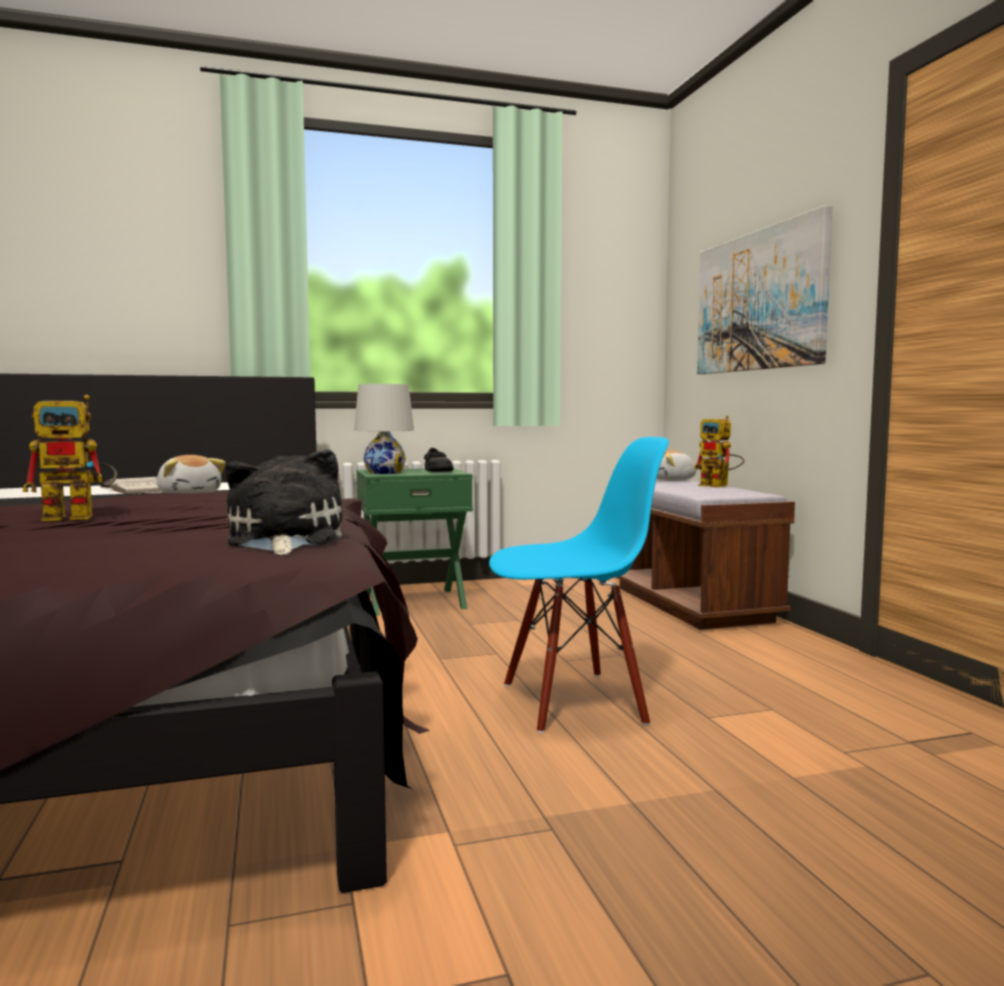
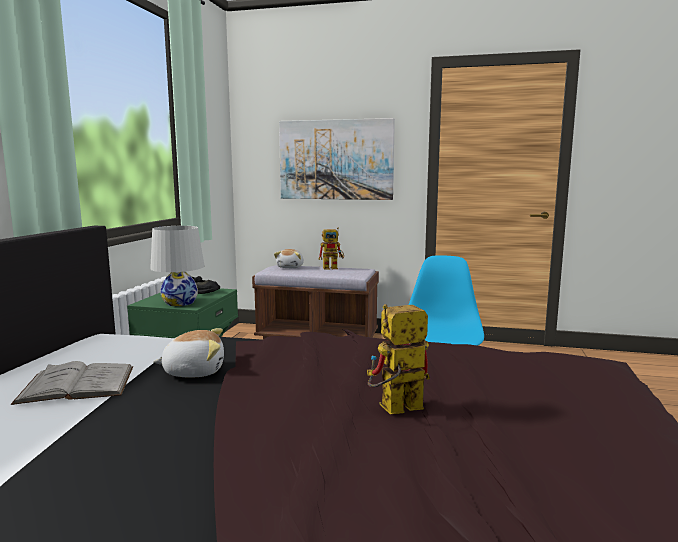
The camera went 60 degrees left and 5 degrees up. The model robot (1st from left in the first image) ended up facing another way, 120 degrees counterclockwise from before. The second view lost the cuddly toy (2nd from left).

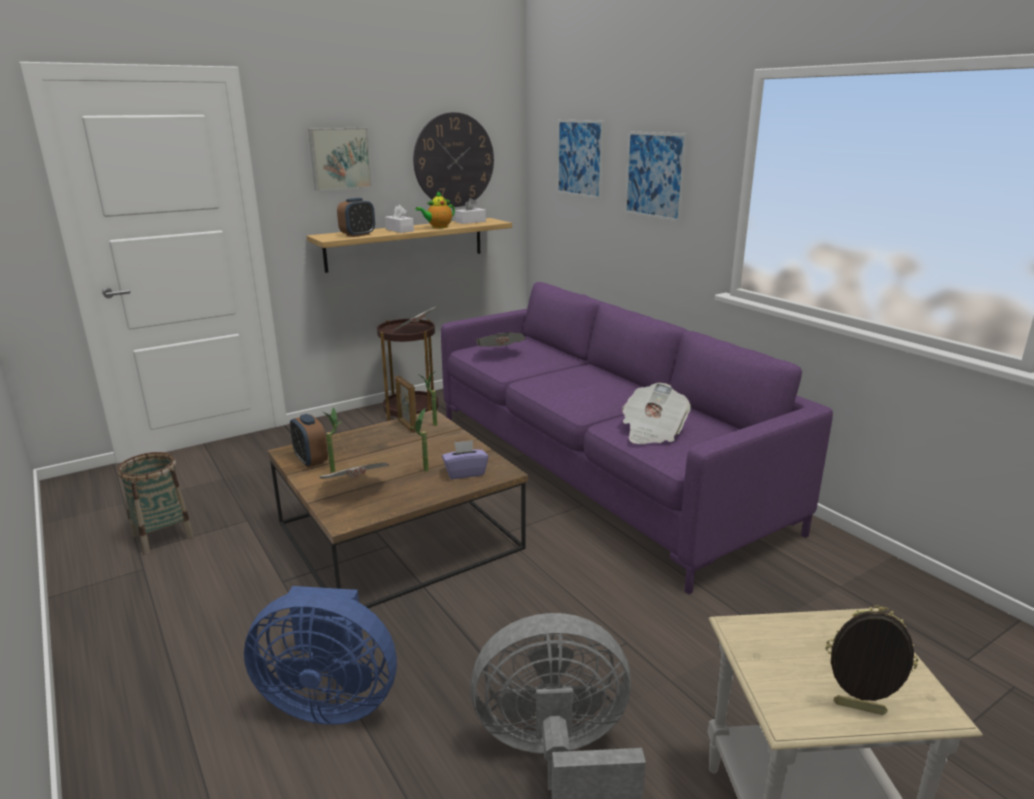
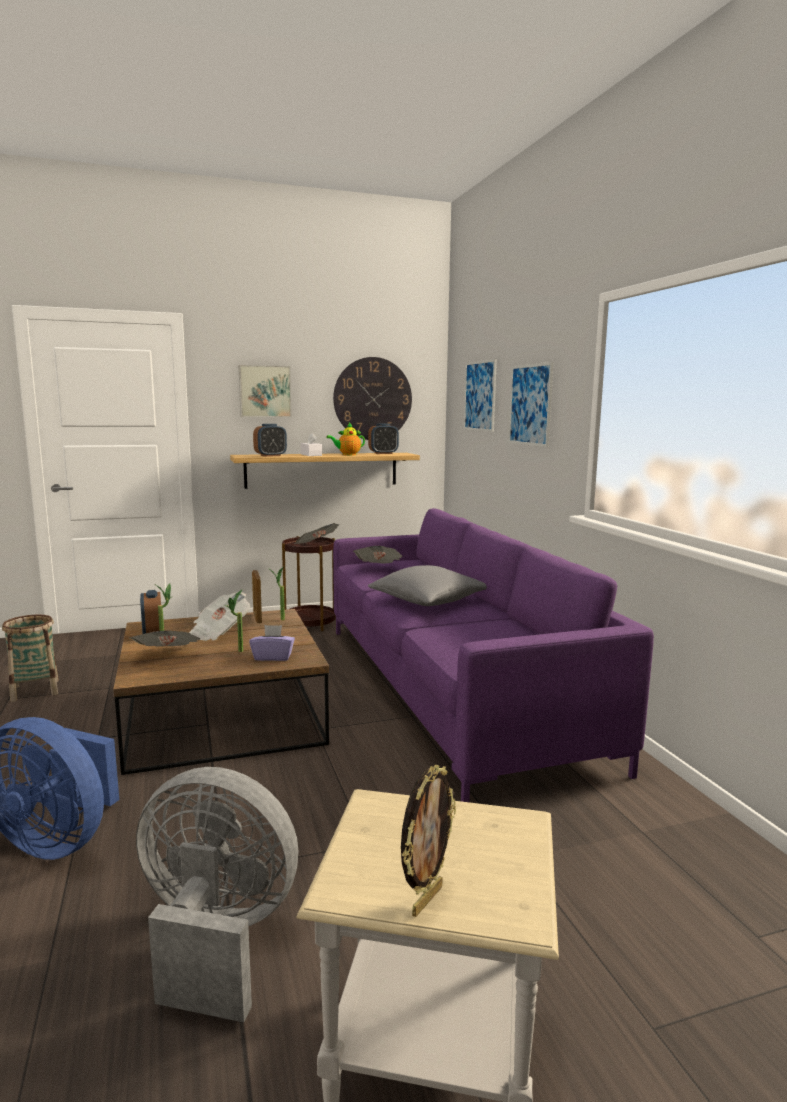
The camera went 15 degrees right and 10 degrees down. Where the white tissue holder (2nd from left) stood, the table clock (3rd from left) came to stand. The daily paper (4th from left in the first image) ended up elsewhere. The photo frame (2nd from left) ended up facing another way, 90 degrees clockwise from before. The second view gained the greyish cushion.

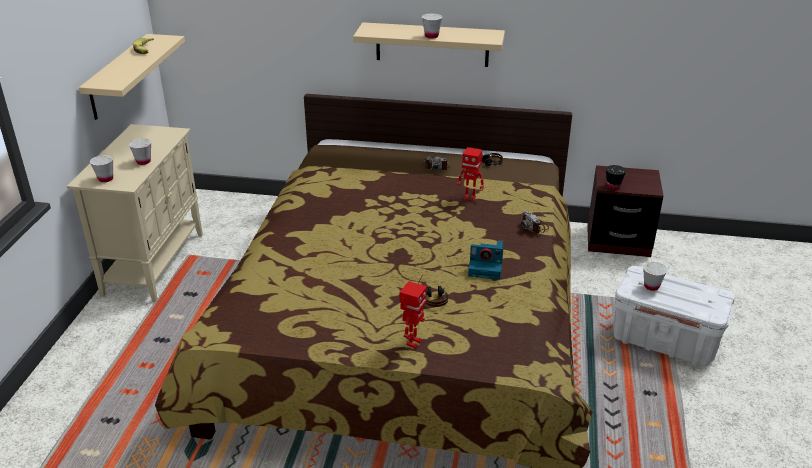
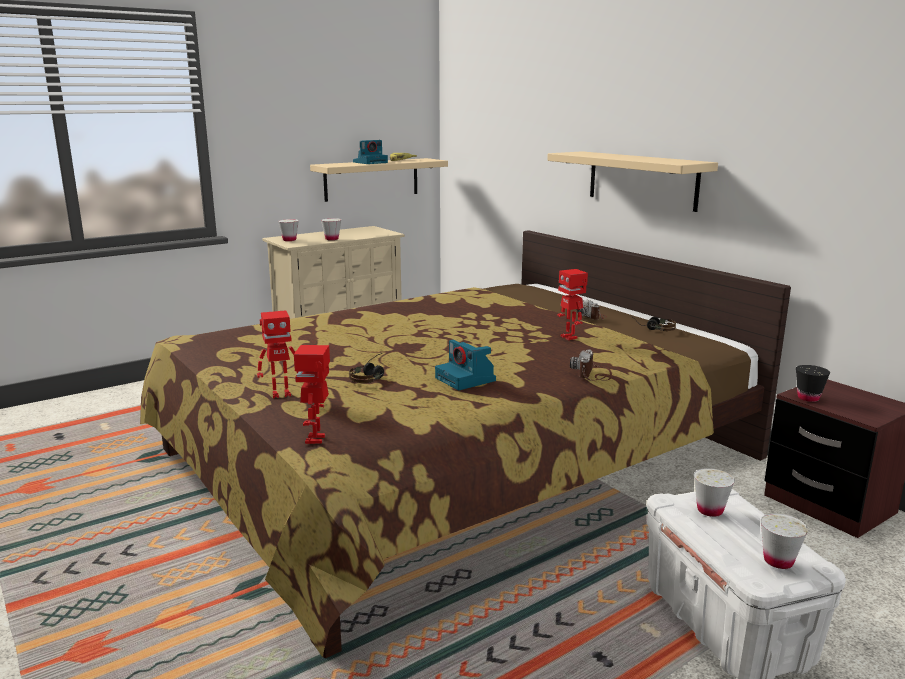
The camera went 45 degrees right and 15 degrees down. The white small cup (3rd from left in the first image) ended up elsewhere. The second view gained the model robot (2nd from left). The second view gained the still camera (1st from left).

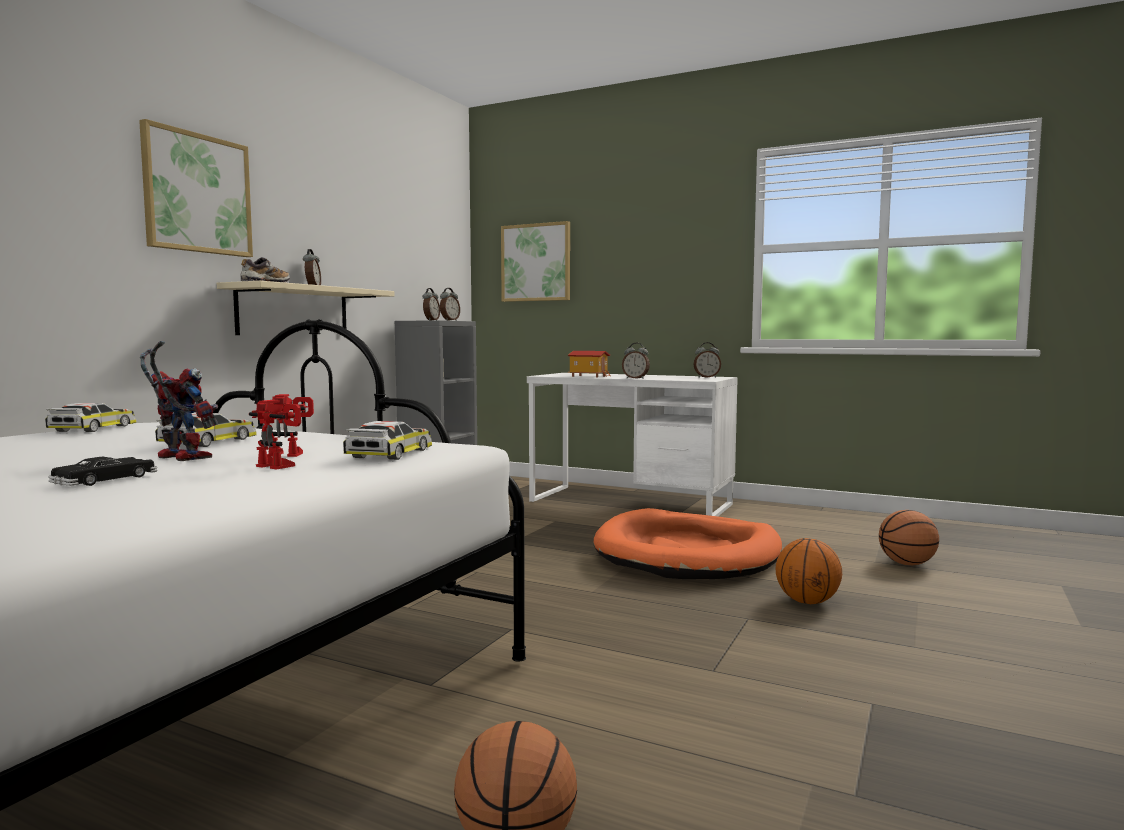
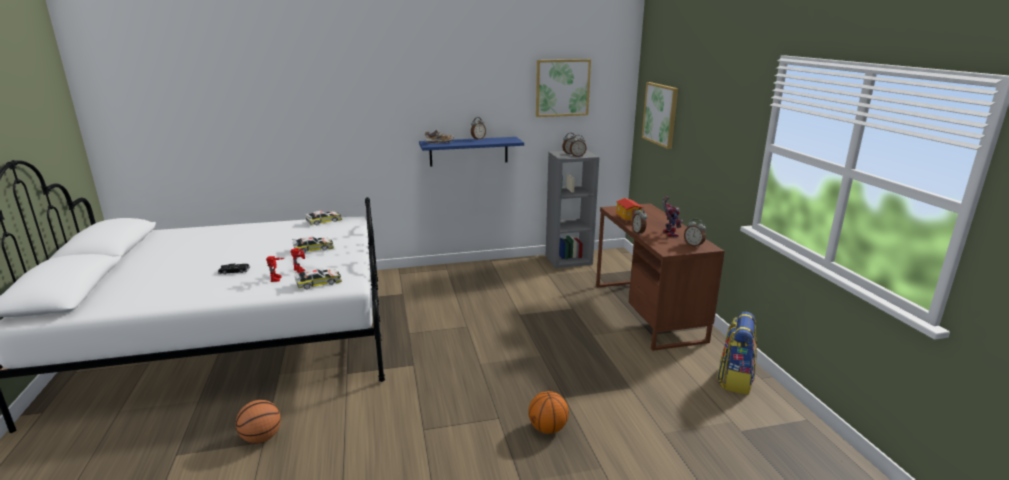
The camera went 50 degrees right and 15 degrees up. The wall picture (1st from left) ended up elsewhere. The model robot (1st from left in the first image) ended up elsewhere. What was the beige-coloured shelf turned into the blue shelf. What was the white desk unit turned into the brown desk unit. The second view lost the orangey pet bed. The second view lost the basketball (3rd from left). The second view gained the backpack.

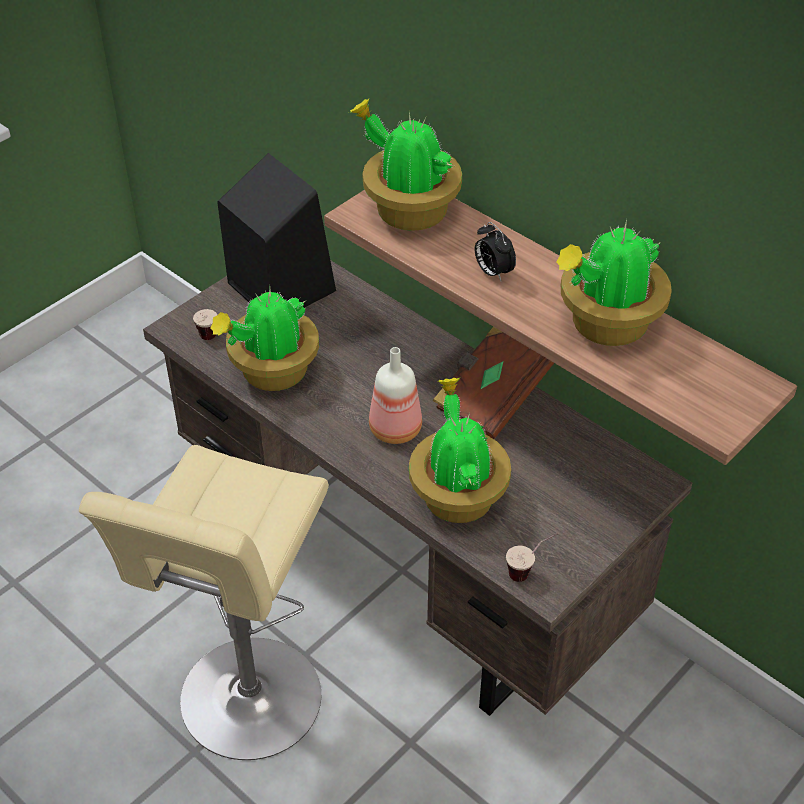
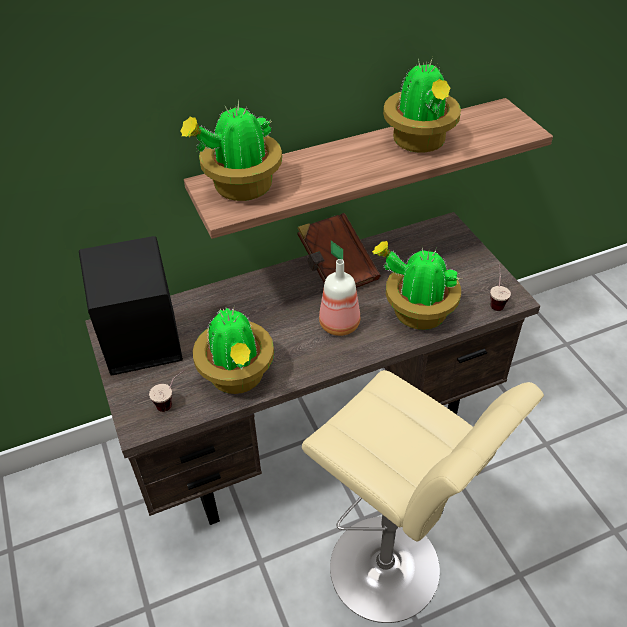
The camera went 65 degrees left and 0 degrees up. The second view lost the table clock.

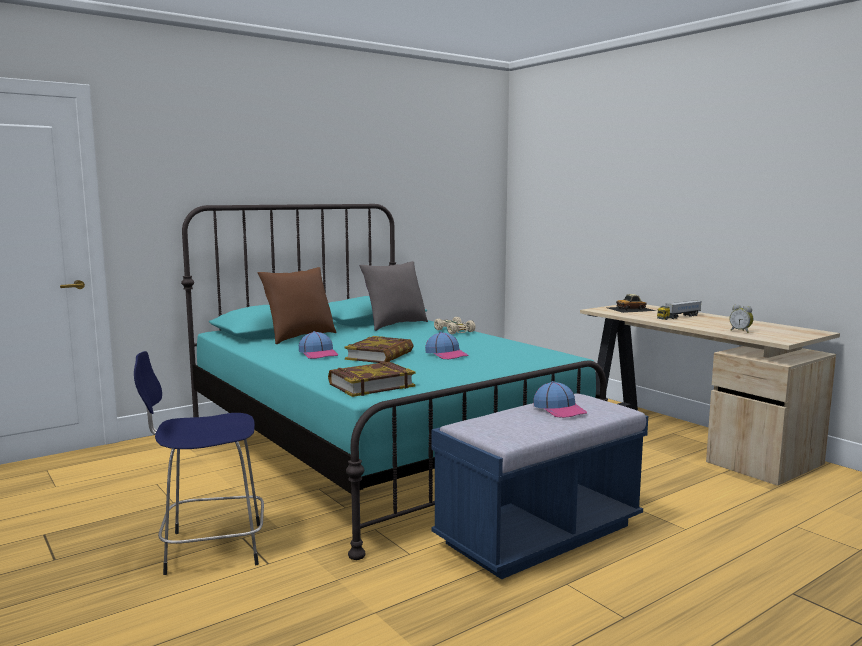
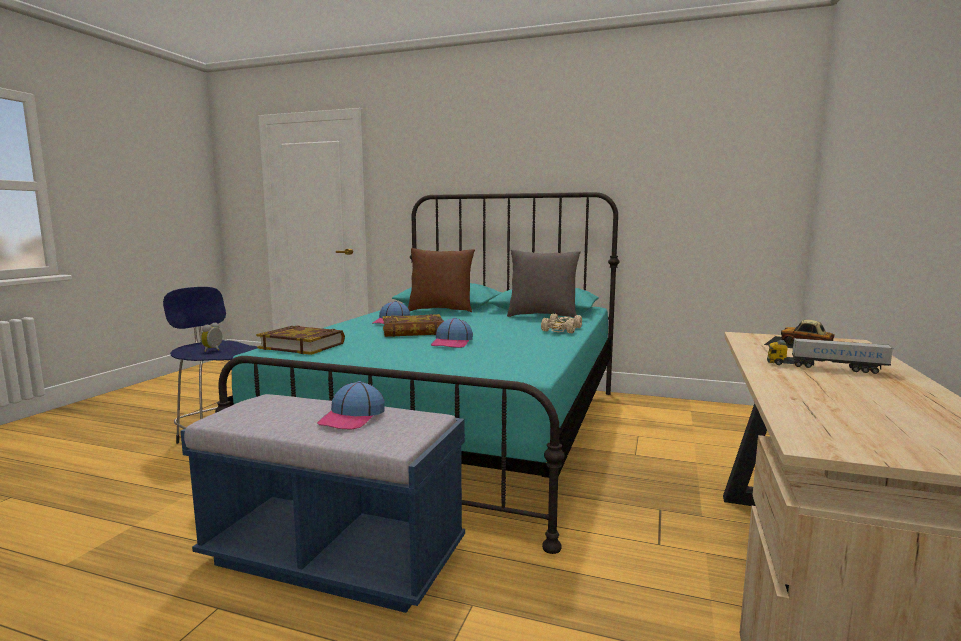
The camera went 55 degrees right and 0 degrees up. The table clock ended up elsewhere.

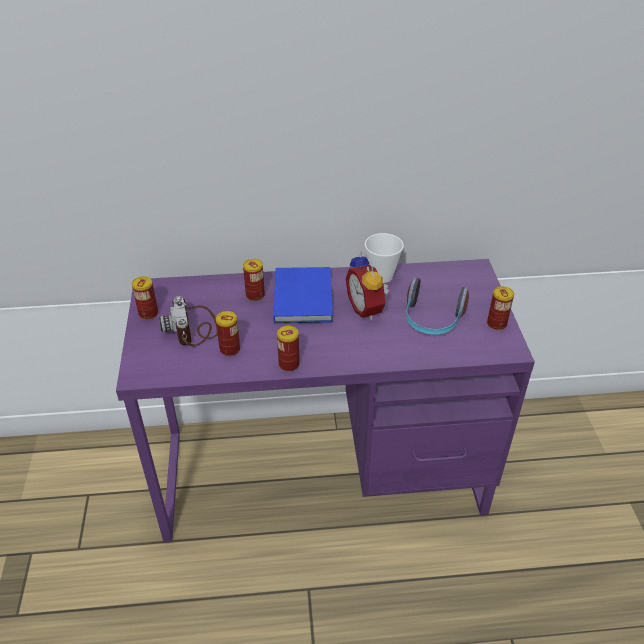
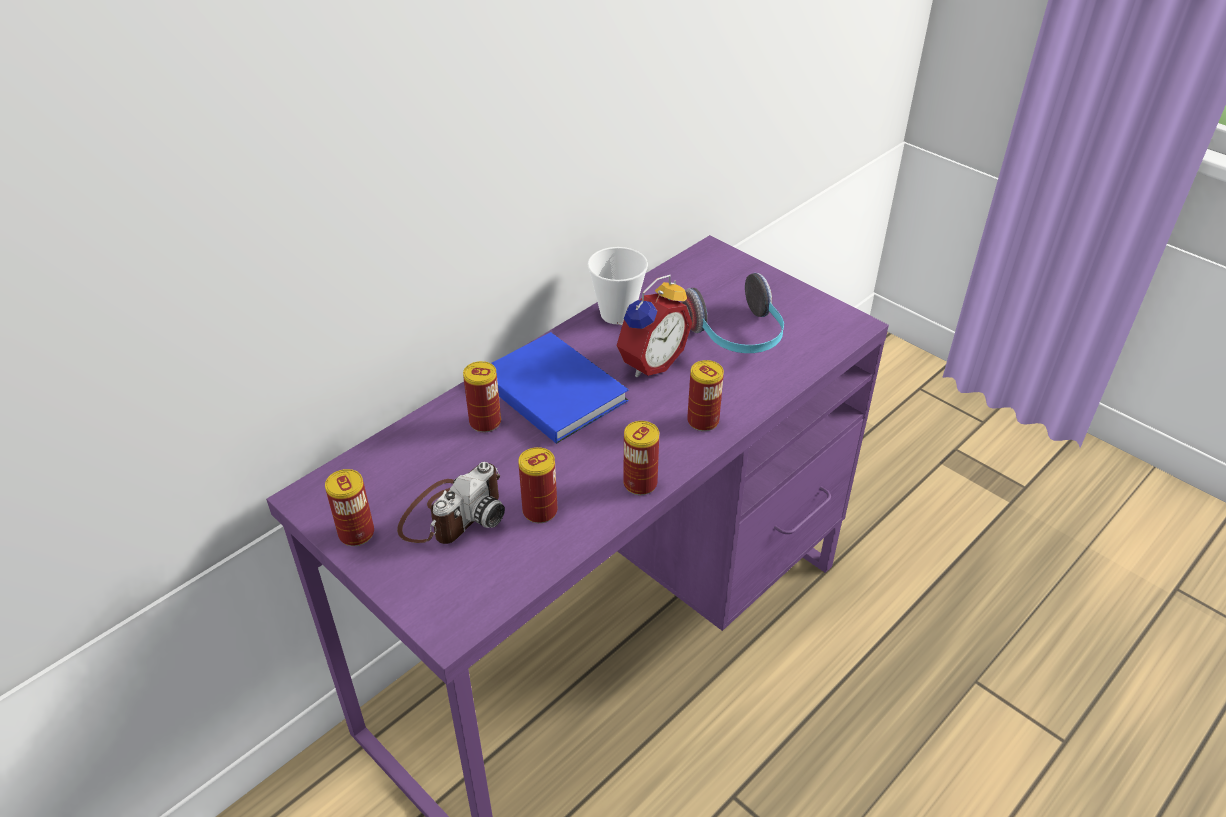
The camera went 40 degrees left and 0 degrees up. The still camera ended up facing another way, 90 degrees counterclockwise from before. The table clock ended up facing another way, 75 degrees counterclockwise from before. The sealed can (5th from left) ended up elsewhere.

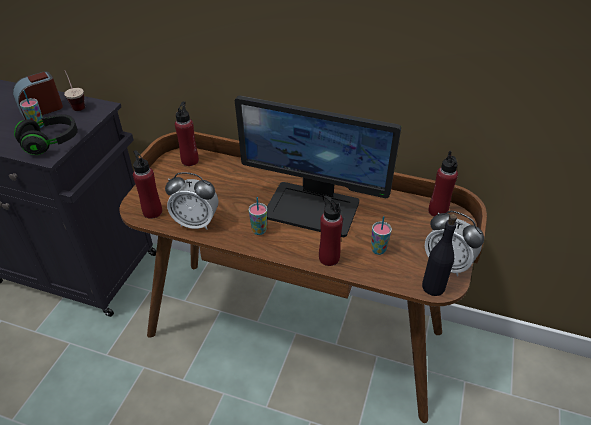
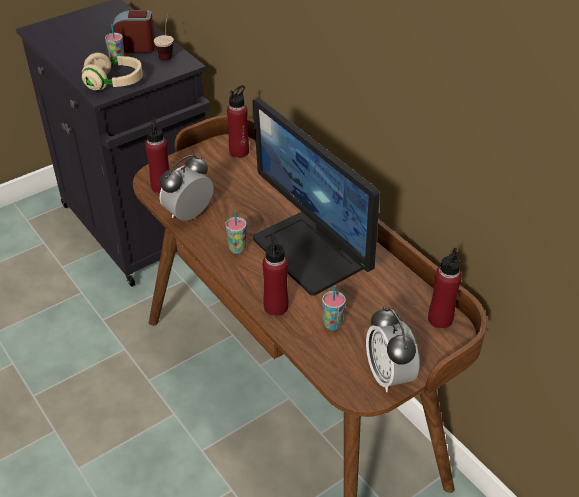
The camera went 35 degrees right and 0 degrees up. What was the blackish headphones turned into the beige-coloured headphones. The table clock (2nd from left) ended up facing another way, 90 degrees clockwise from before. The second view lost the blackish beverage bottle.

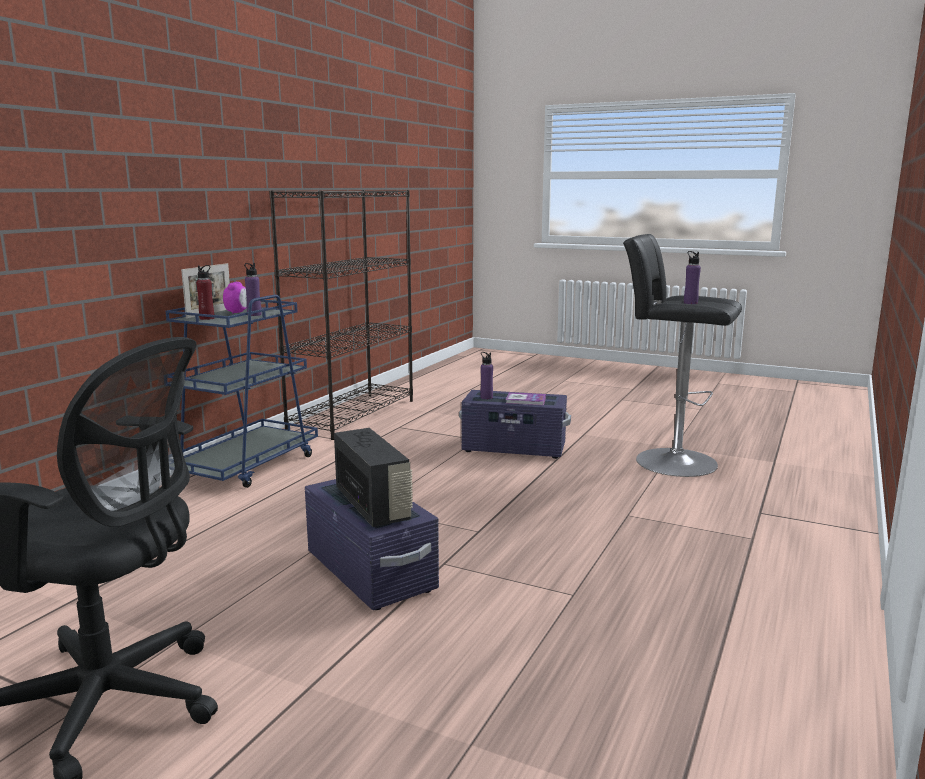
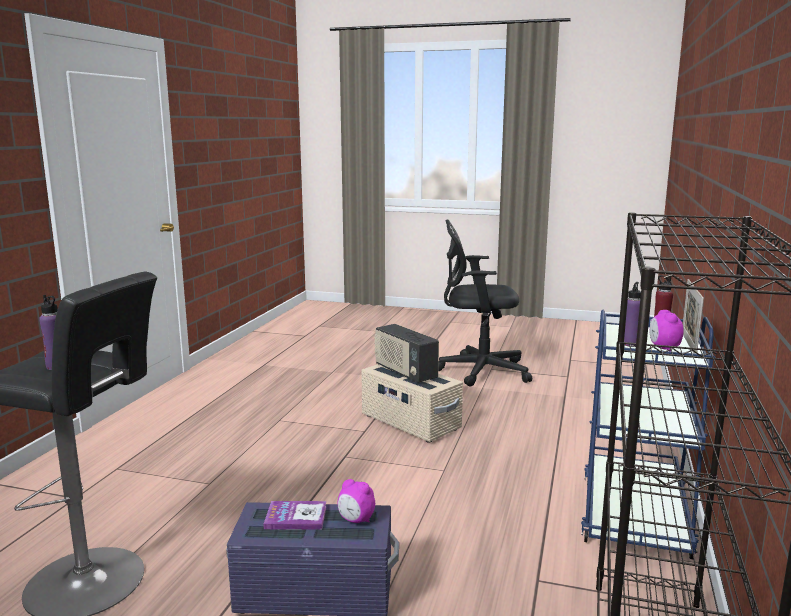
The camera went 170 degrees right and 0 degrees up. What was the purple storage box (1st from left) turned into the beige-coloured storage box. Where the purple beverage bottle (2nd from left) stood, the table clock (1st from left) came to stand.

